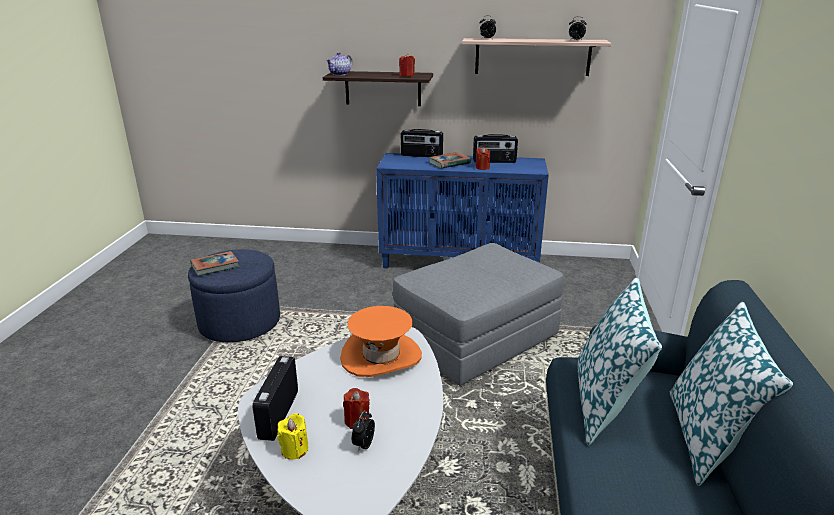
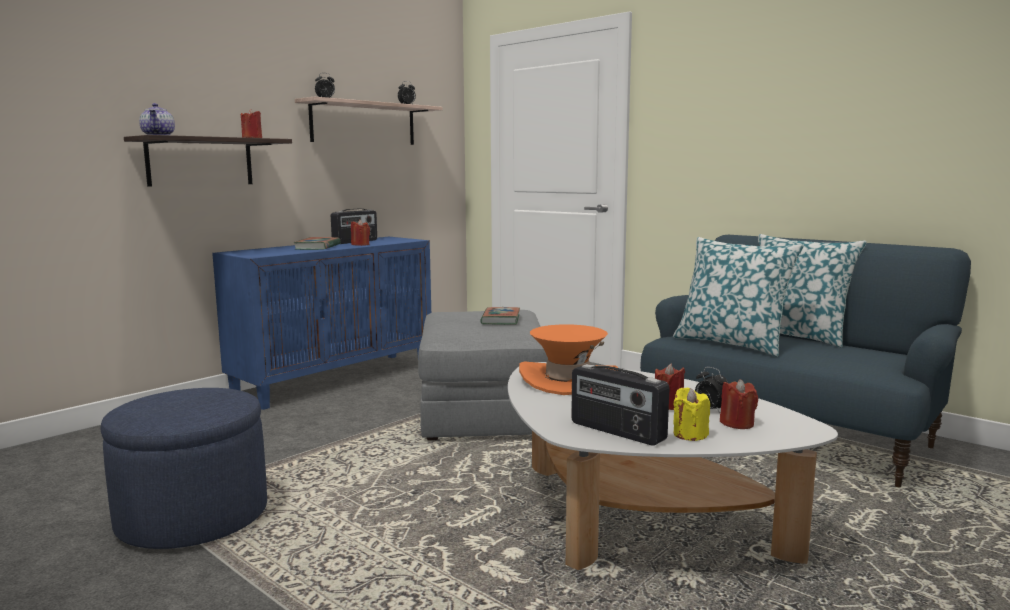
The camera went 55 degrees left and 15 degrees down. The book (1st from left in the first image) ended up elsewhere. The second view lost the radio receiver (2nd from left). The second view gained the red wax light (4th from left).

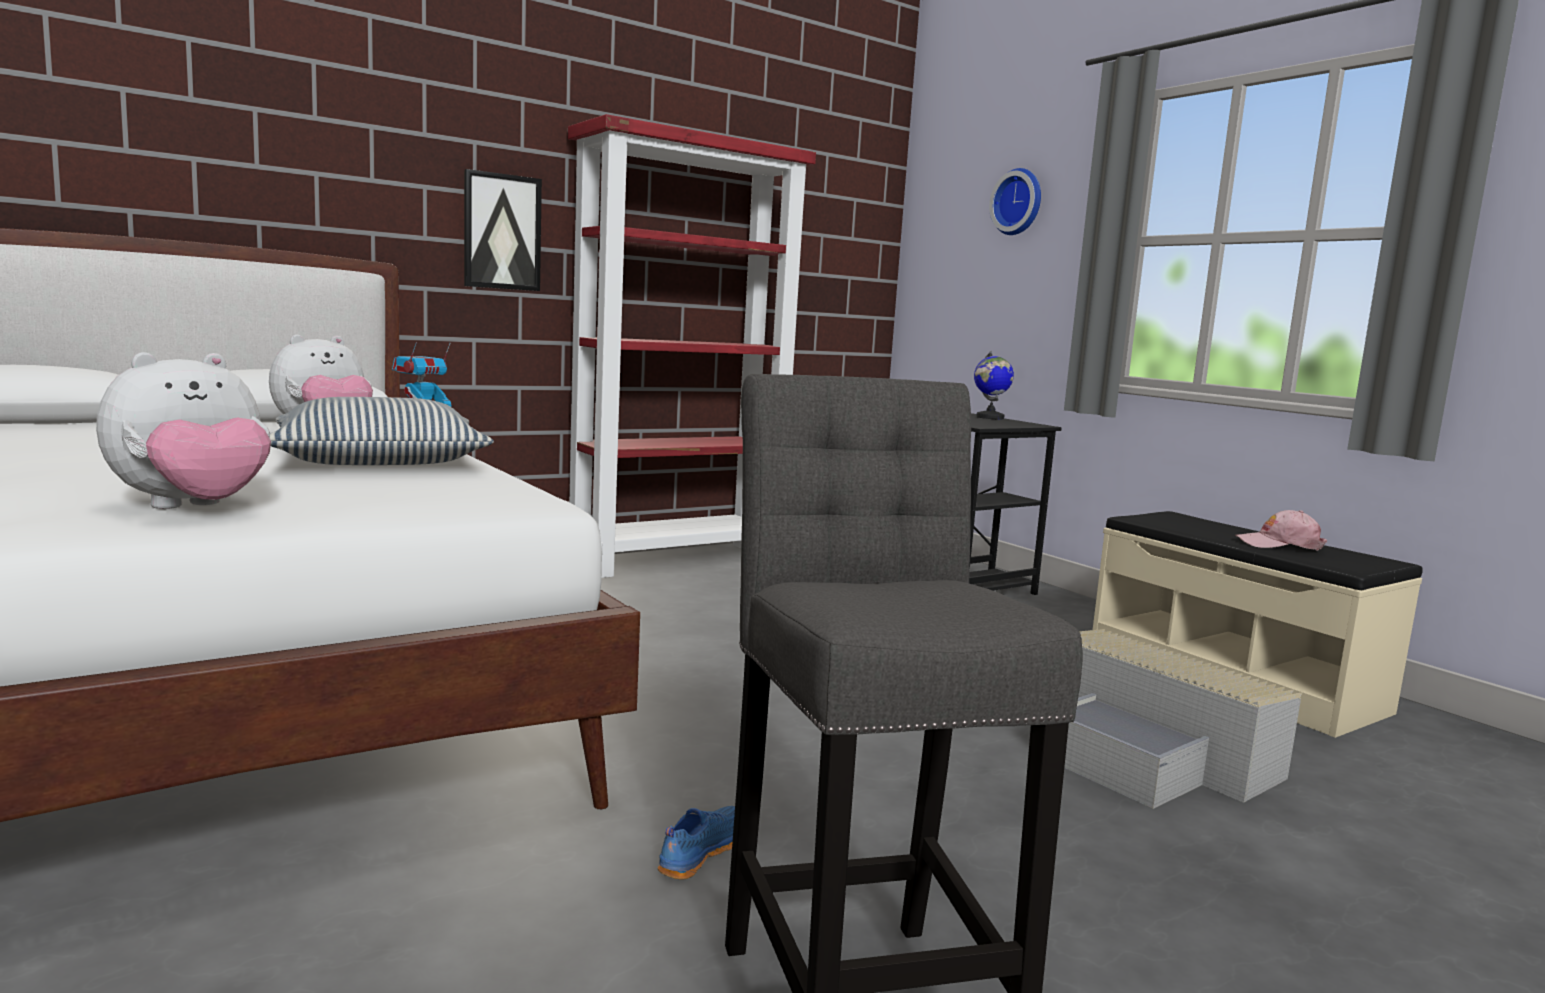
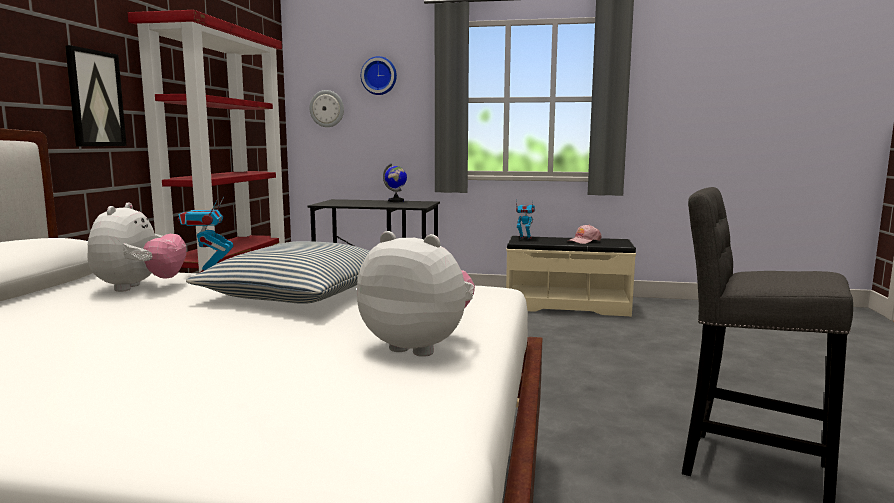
The camera went 45 degrees left and 0 degrees up. The cuddly toy (1st from left in the first image) ended up facing another way, 60 degrees counterclockwise from before. The second view lost the blue shoe. The second view lost the greyish storage box. The second view gained the hanging clock (1st from left). The second view gained the model robot (2nd from left).

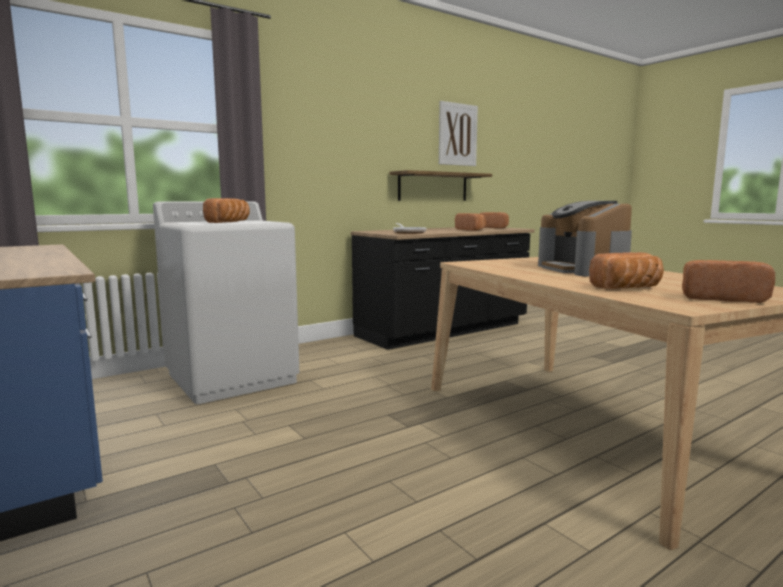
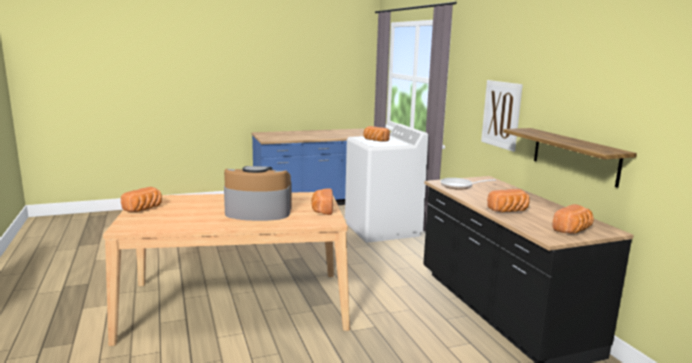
The camera went 105 degrees right and 5 degrees up. The wall picture ended up elsewhere. The baked bread (4th from left in the first image) ended up elsewhere.

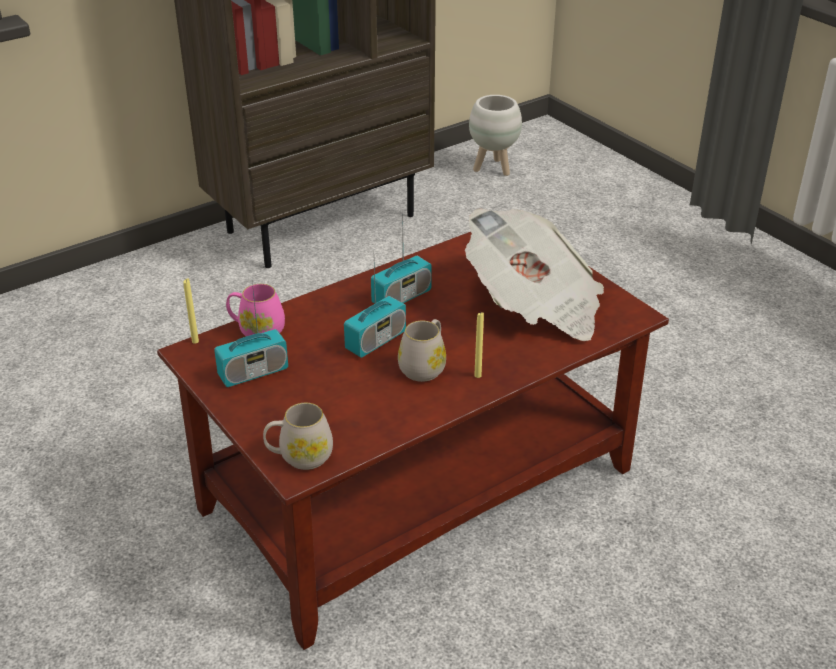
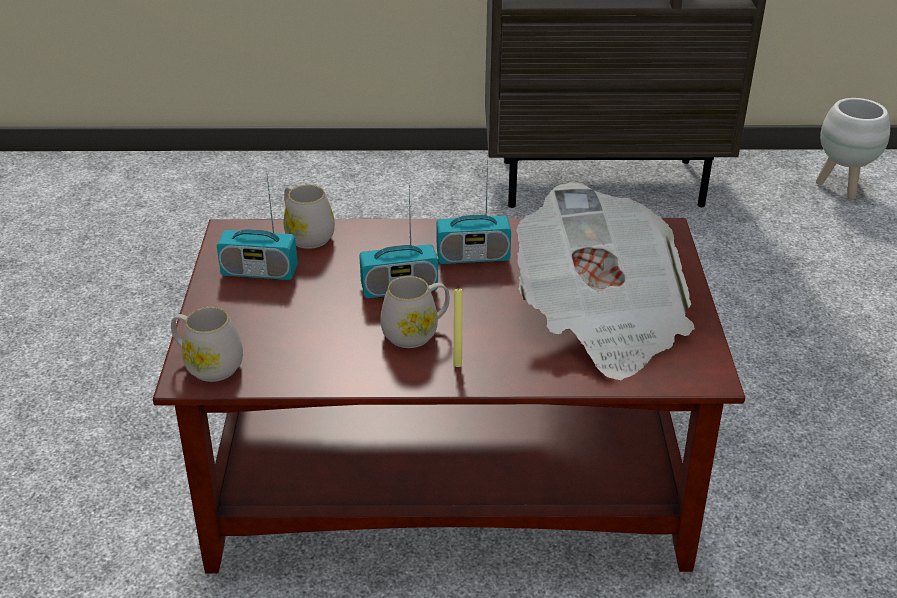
The camera went 35 degrees right and 0 degrees up. The second view lost the yellowish wax light (1st from left). What was the pink-coloured tea mug turned into the white tea mug (2nd from left).

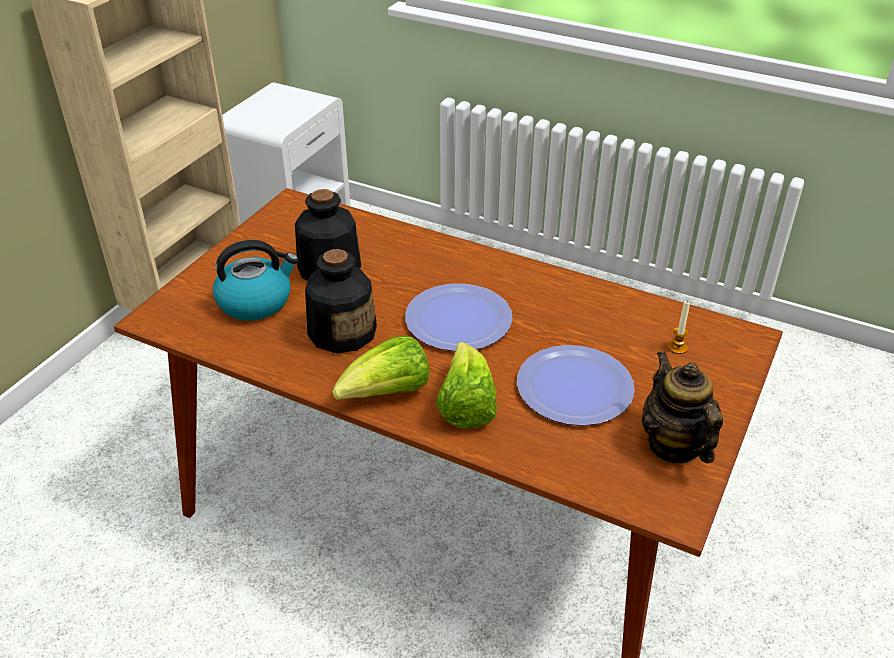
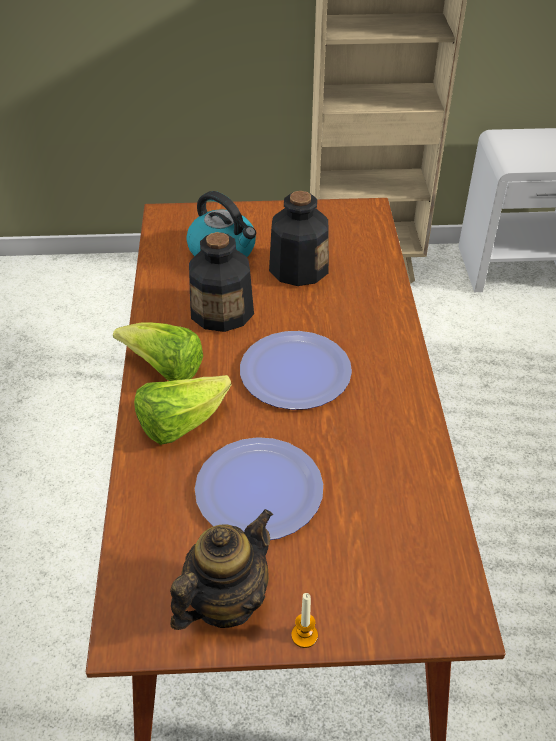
The camera went 60 degrees right and 5 degrees up. The wax light ended up elsewhere.

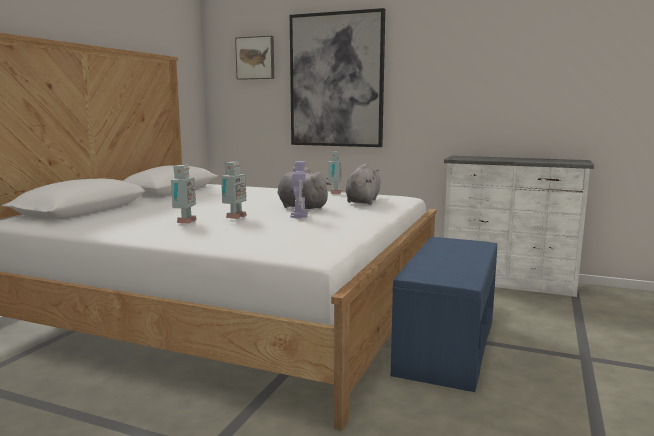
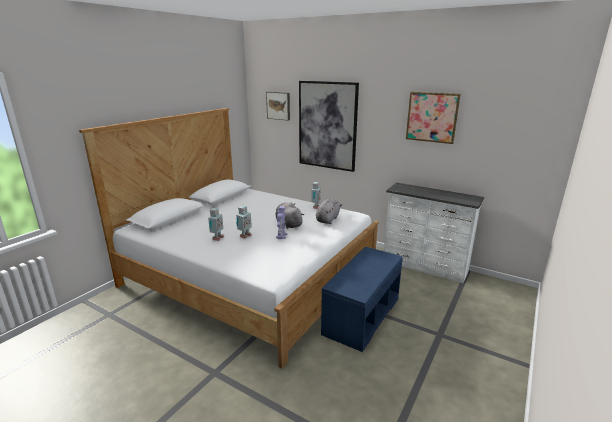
The camera went 10 degrees right and 10 degrees up. The second view gained the wall picture (3rd from left).

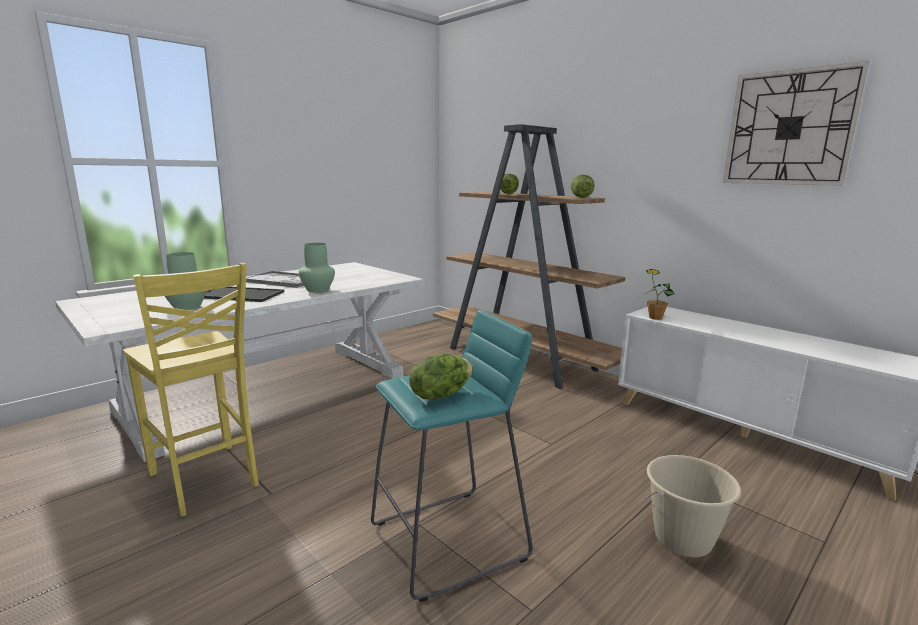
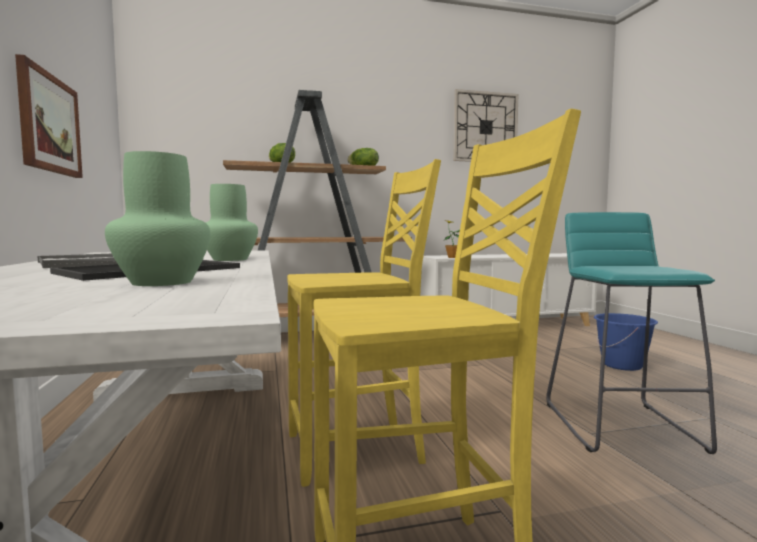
The camera went 60 degrees left and 10 degrees down. The second view lost the head of lettuce (1st from left). What was the beige-coloured pail turned into the blue pail. The second view gained the wall picture. The second view gained the yellowish chair (1st from left).

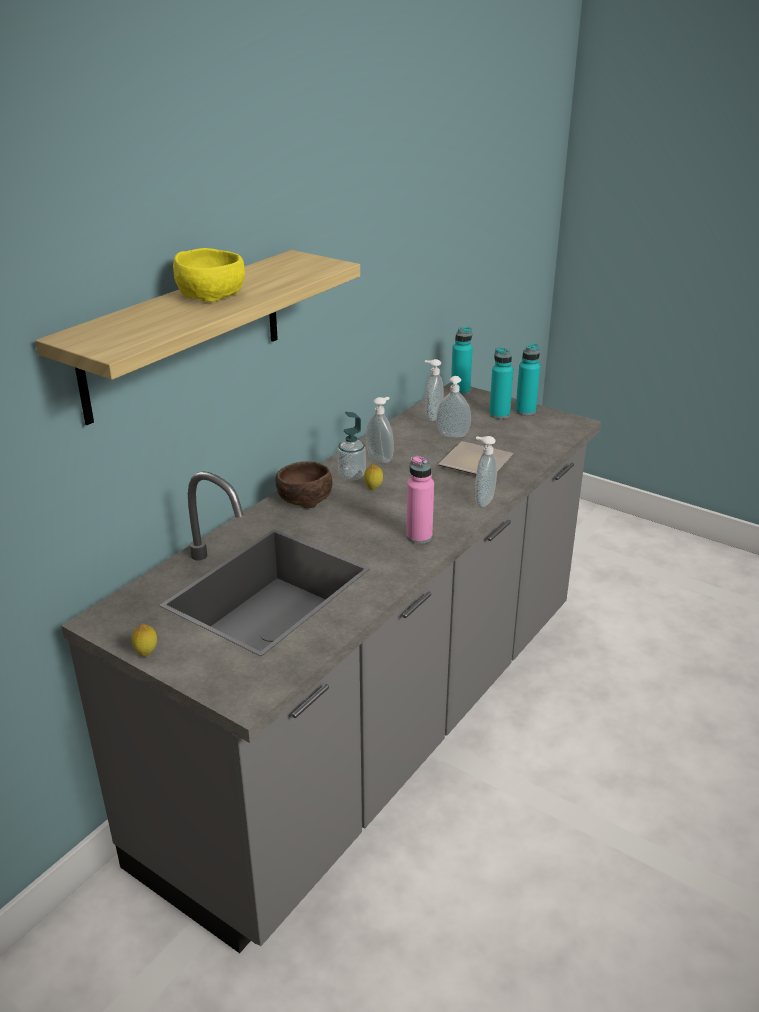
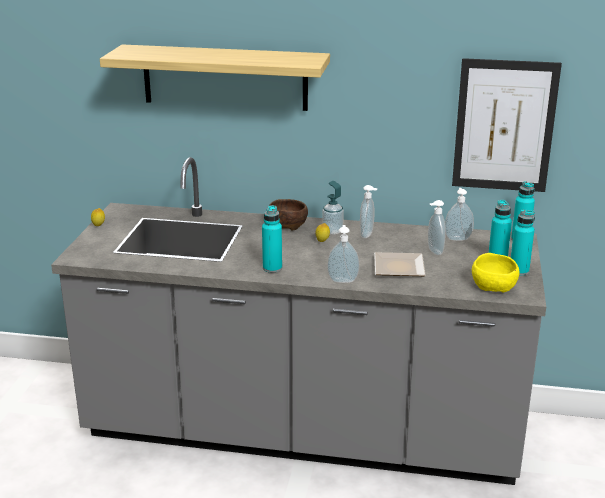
The camera went 65 degrees right and 5 degrees down. The yellowish deep dish ended up elsewhere. What was the pink-coloured beverage bottle turned into the blue-green beverage bottle (1st from left). The second view gained the wall picture.

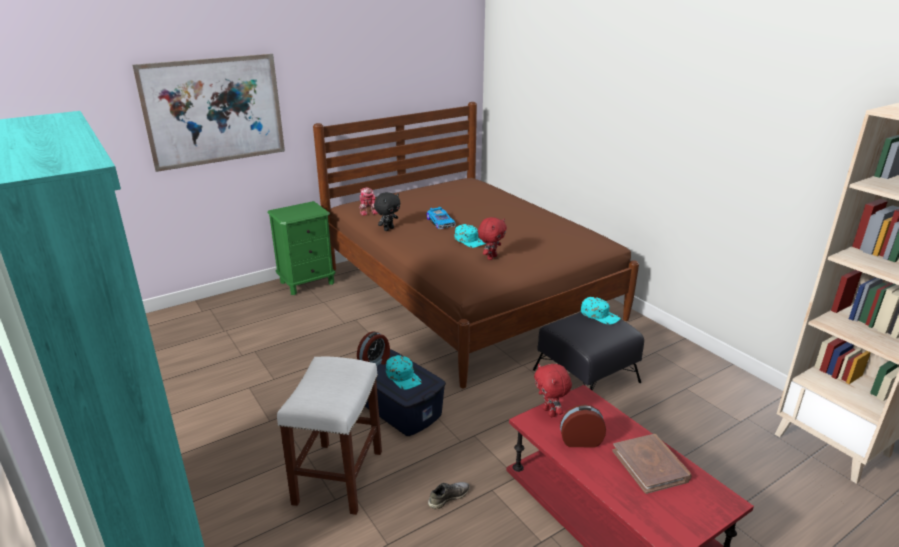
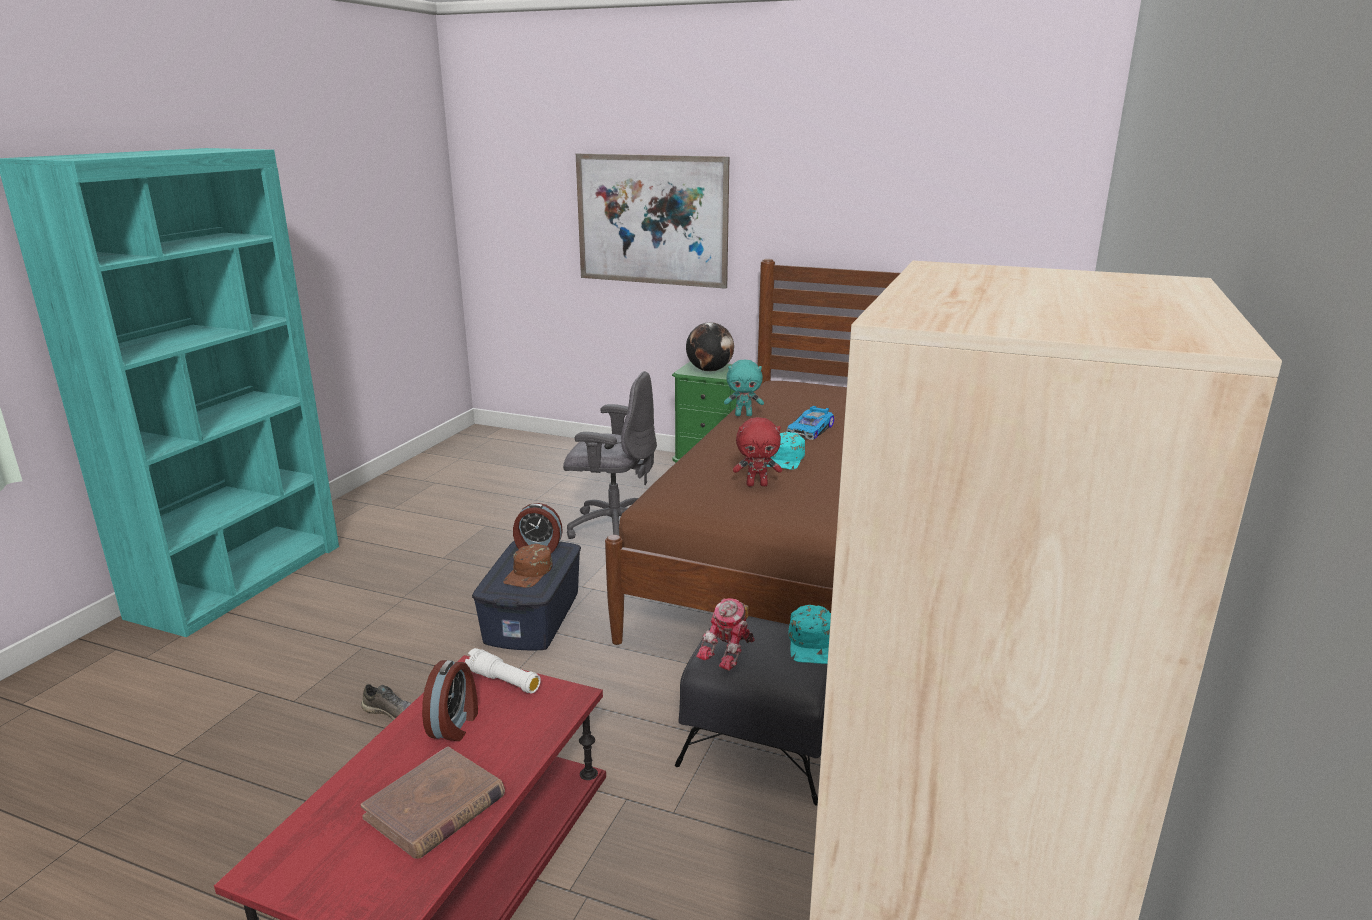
The camera went 55 degrees right and 5 degrees down. The second view lost the white stool seat. The model robot ended up elsewhere. What was the blackish cuddly toy turned into the blue-green cuddly toy. What was the blue-green baseball cap (1st from left) turned into the brown baseball cap. Where the red cuddly toy (2nd from left) stood, the white flashlight came to stand. The table clock (2nd from left in the first image) ended up facing another way, 45 degrees clockwise from before. The second view gained the greyish office chair. The second view gained the desk globe.

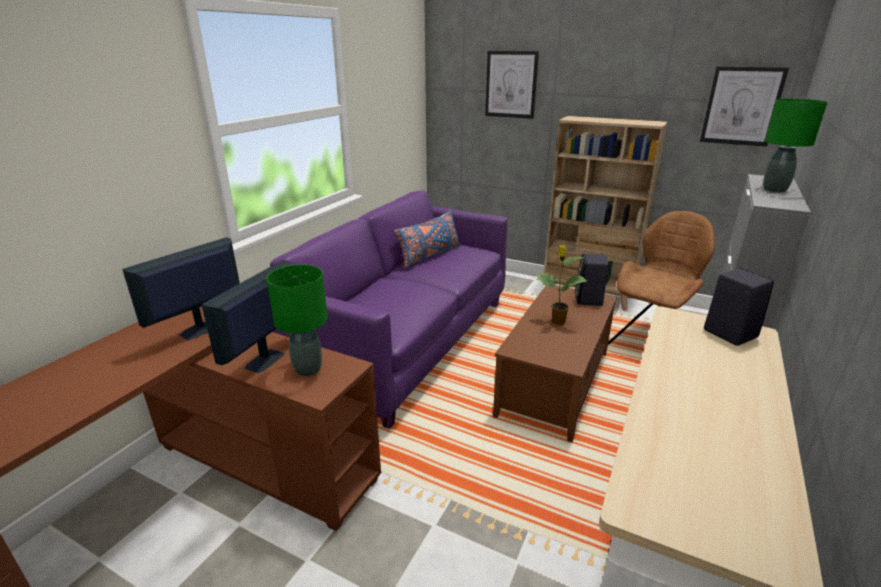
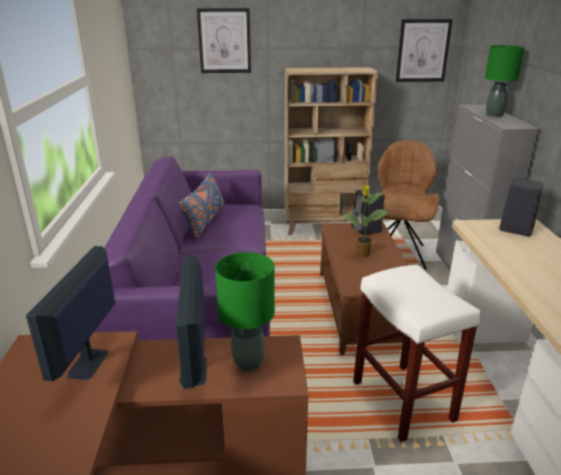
The camera went 30 degrees left and 0 degrees up. The second view gained the white stool seat.

